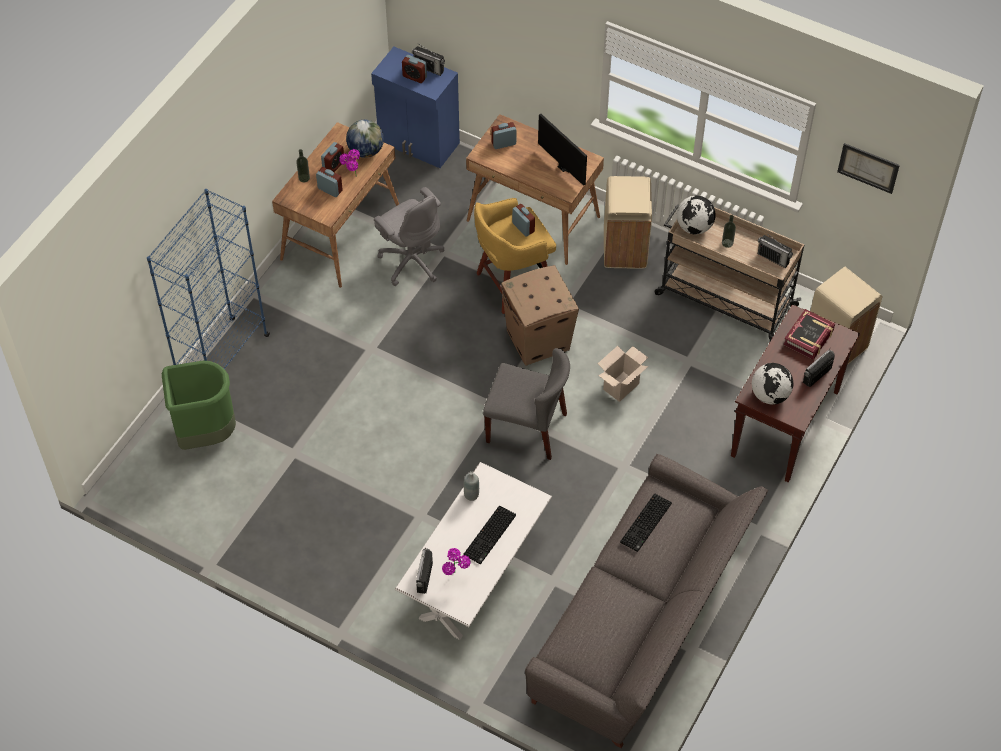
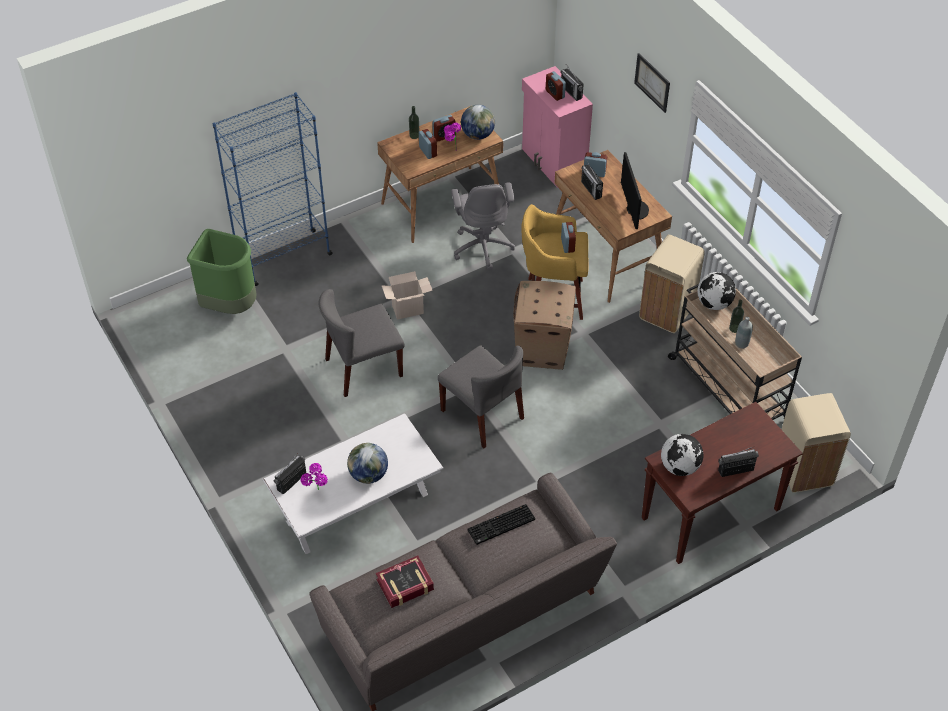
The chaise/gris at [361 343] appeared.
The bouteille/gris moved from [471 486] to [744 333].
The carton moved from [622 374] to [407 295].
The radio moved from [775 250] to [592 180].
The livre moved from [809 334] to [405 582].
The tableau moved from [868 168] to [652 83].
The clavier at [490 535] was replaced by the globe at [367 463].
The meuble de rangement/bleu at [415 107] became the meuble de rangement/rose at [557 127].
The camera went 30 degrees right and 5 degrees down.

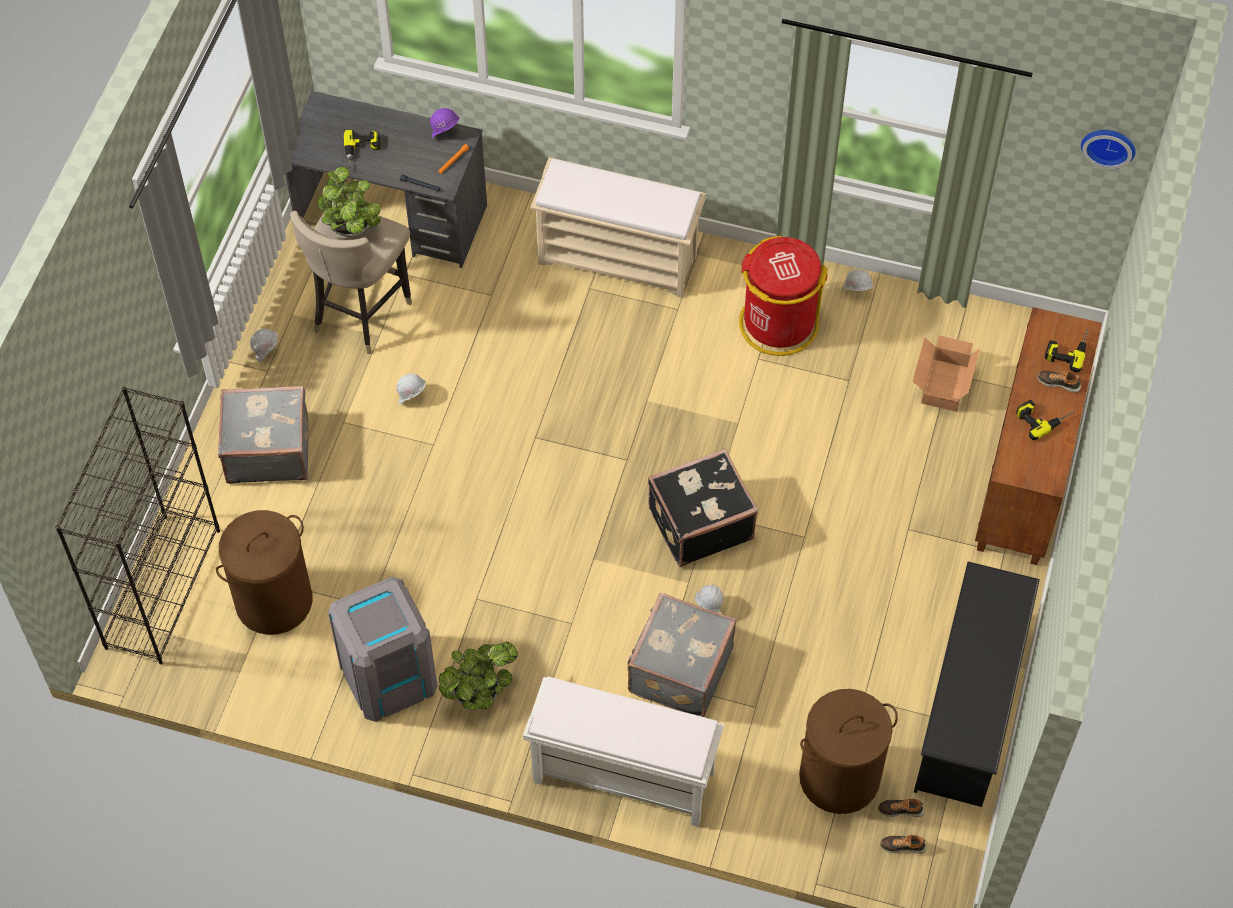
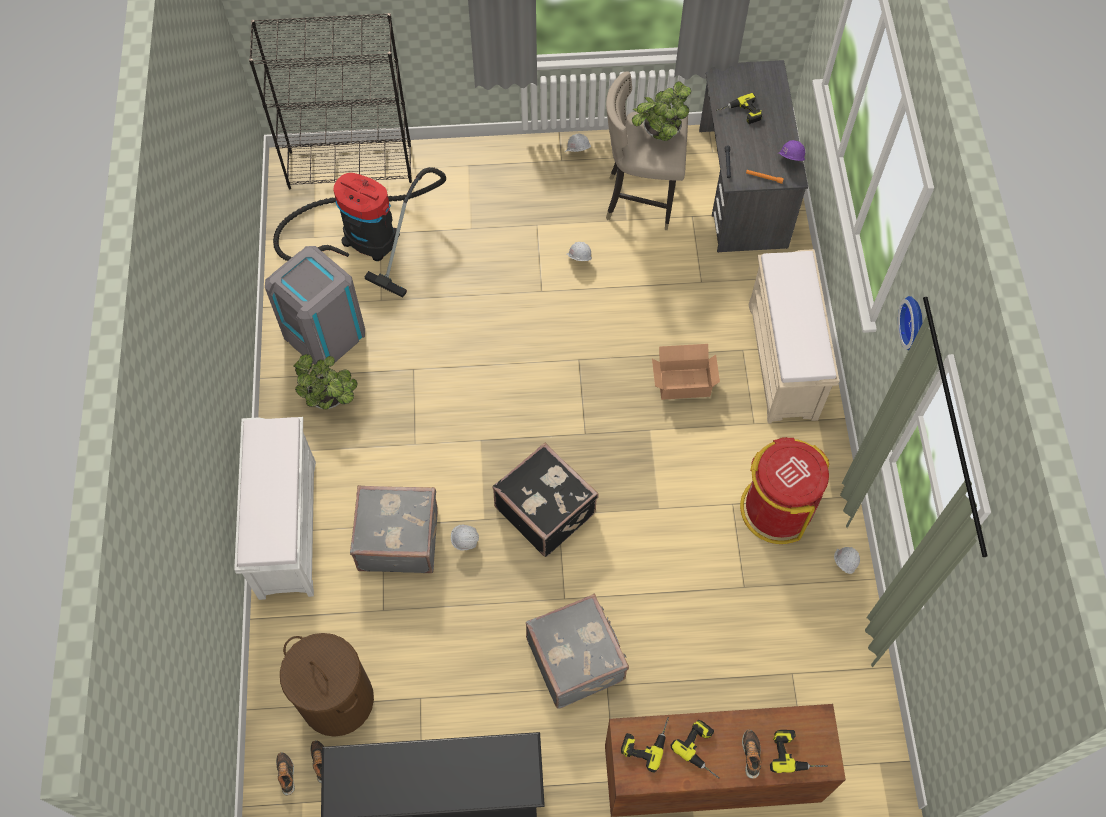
The perceuse at [645 745] appeared.
The valise/gris moved from [263 435] to [577 651].
The carton moved from [946 374] to [686 372].
The horloge murale moved from [1108 149] to [910 323].
The panier à linge/marron at [264 572] was replaced by the aspirateur at [359 232].
The camera went 70 degrees right and 5 degrees up.

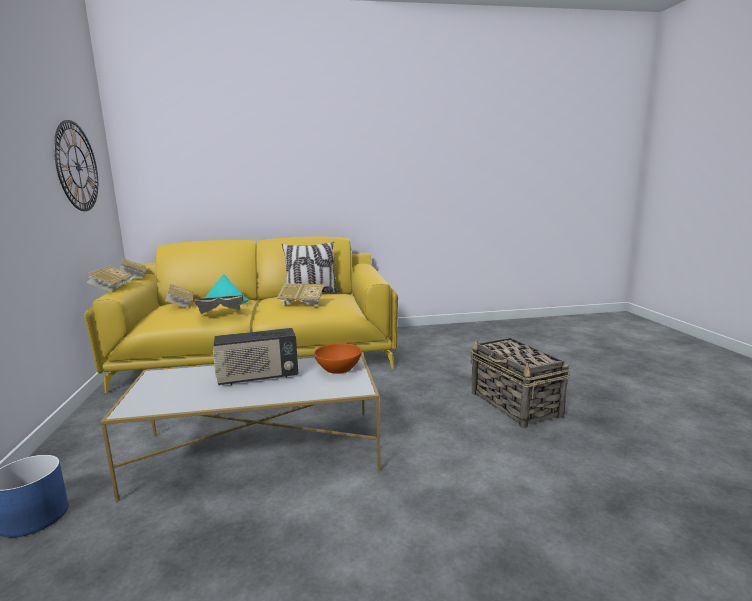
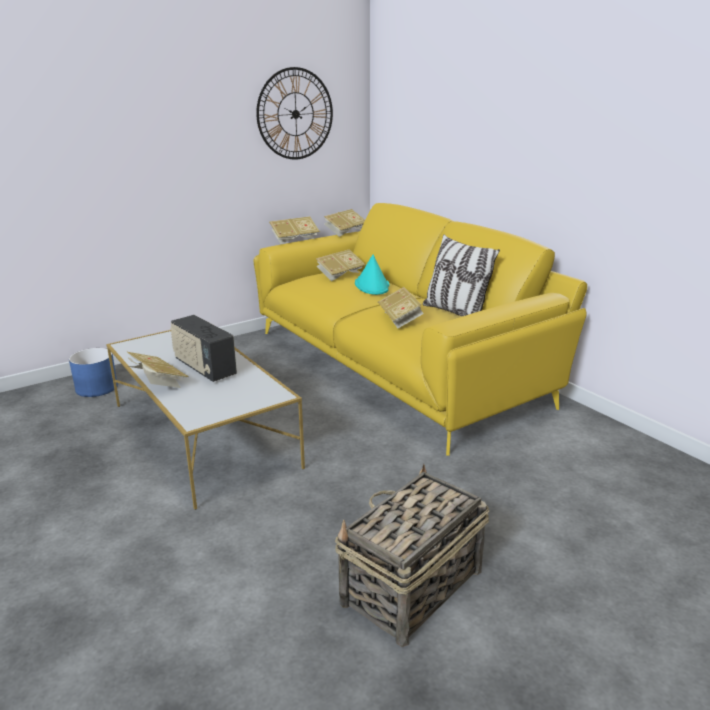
The bol/orange at [338 358] disappeared.
The livre moved from [218 304] to [158 370].
The camera went 65 degrees right and 10 degrees up.

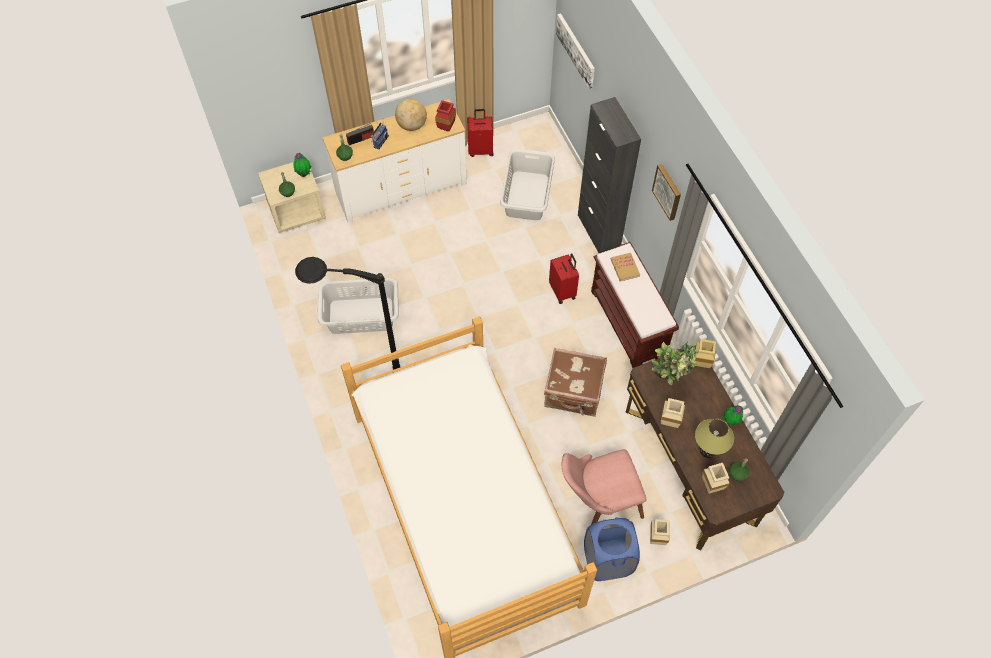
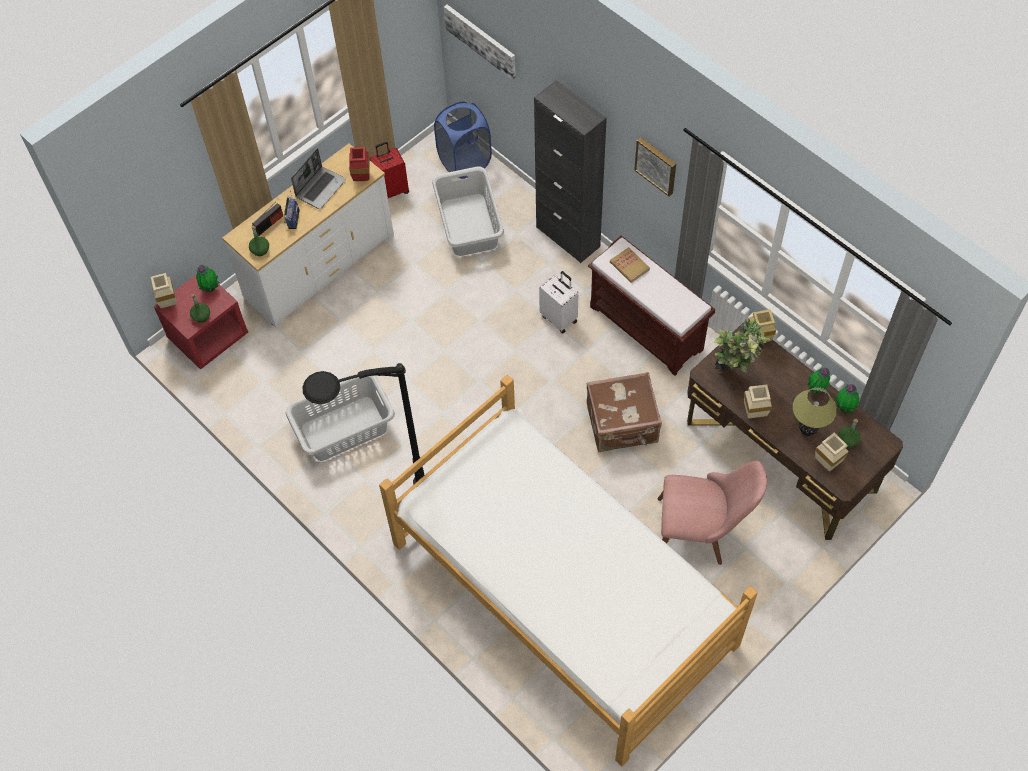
The plante en pot at [847 398] appeared.
The panier à linge/bleu moved from [612 549] to [463 140].
The vase/beige moved from [660 532] to [164 290].
The globe at [411 115] was replaced by the ordinateur portable at [318 178].
The table de chevet/beige at [292 197] became the table de chevet/rouge at [201 322].
The valise/rouge at [564 278] became the valise/blanc at [559 302].
The chaise/rose at [604 487] turned 135 degrees counterclockwise.
The camera went 20 degrees left and 0 degrees up.

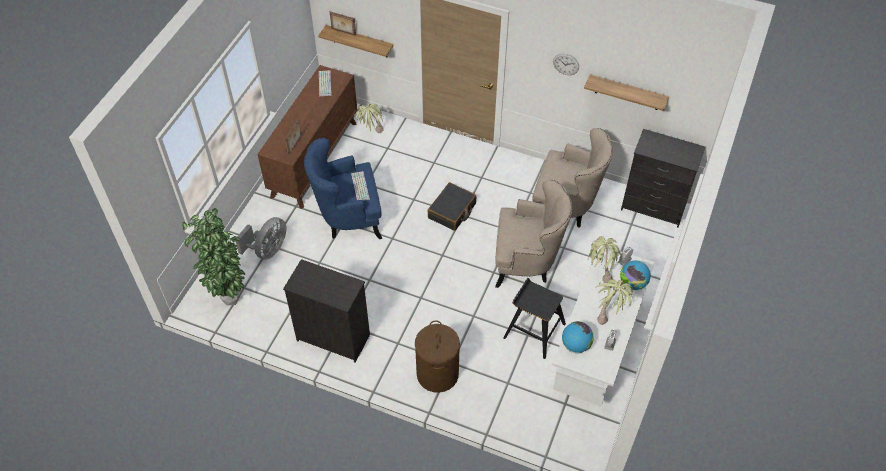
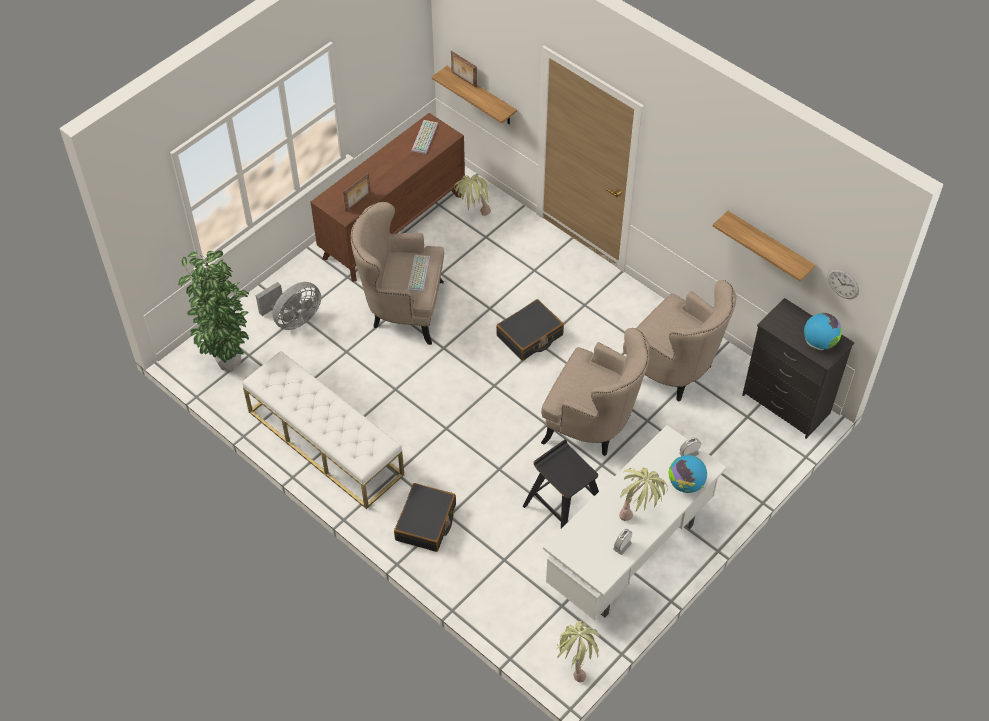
The horloge murale moved from [566 64] to [843 283].
The globe moved from [578 337] to [823 331].
The plante en pot moved from [604 259] to [577 651].
The commode/noir at [326 311] was replaced by the banc/blanc at [323 430].
The panier à linge/marron at [437 356] was replaced by the valise/noir at [425 517].
The fauteuil/bleu at [343 188] became the fauteuil/beige at [397 273].
The camera went 20 degrees right and 0 degrees up.

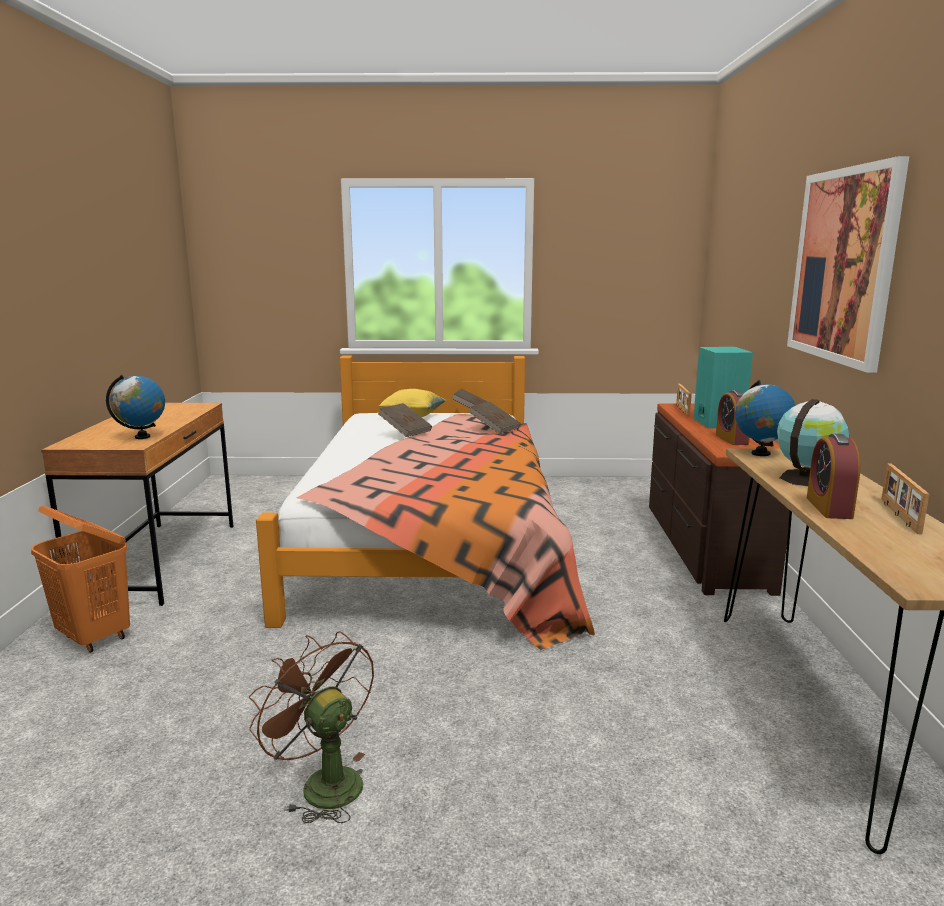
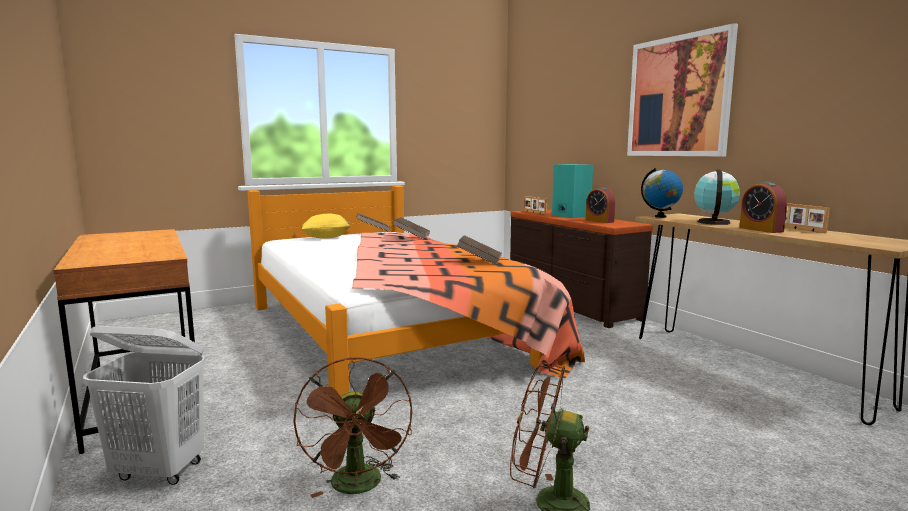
The globe at [135 407] disappeared.
The ventilateur/marron at [352 427] appeared.
The livre/marron moved from [405 420] to [479 250].
The panier à linge/orange at [80 579] became the panier à linge/blanc at [144 405].
The camera went 30 degrees left and 5 degrees down.

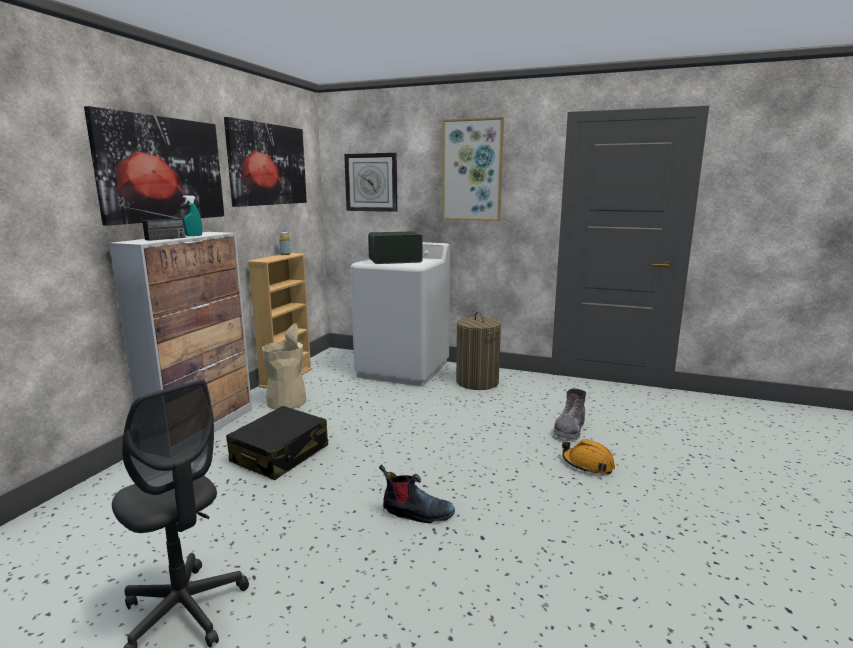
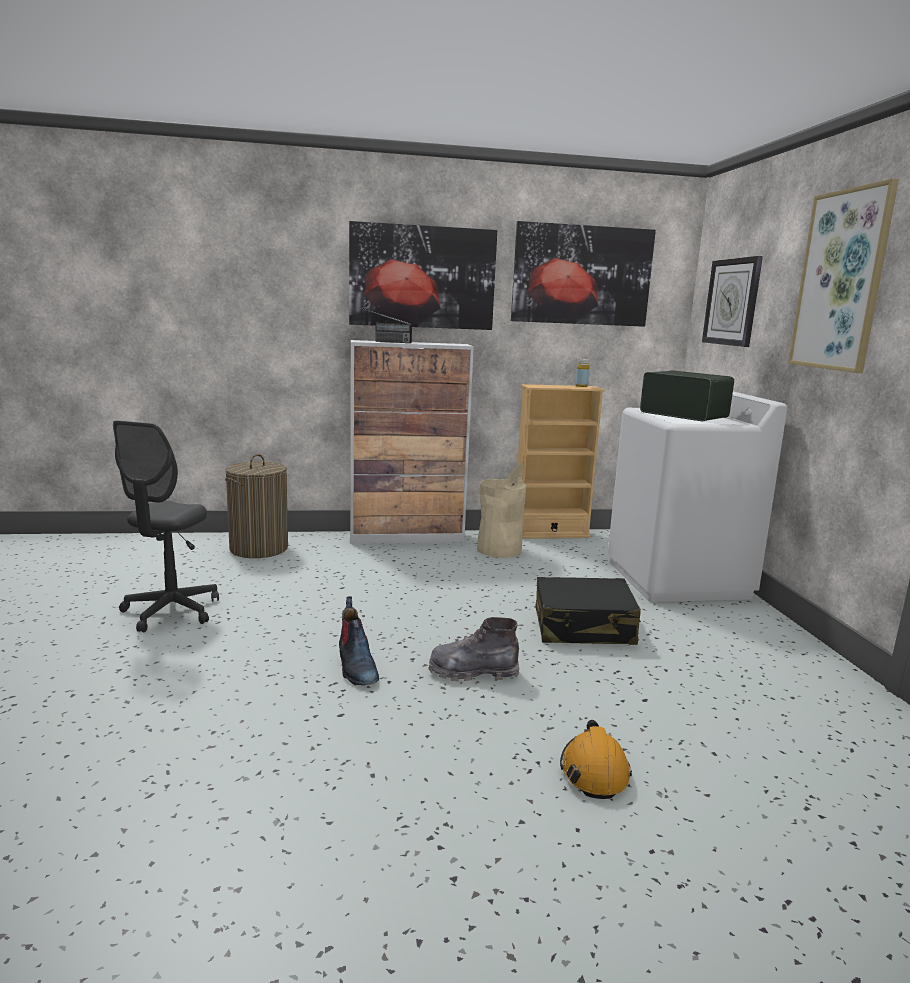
The vaporisateur/turquoise at [192 216] disappeared.
The valise/noir moved from [277 443] to [588 611].
The panier à linge moved from [478 351] to [256 506].
The botte/gris moved from [570 414] to [474 649].
The camera went 60 degrees right and 0 degrees up.

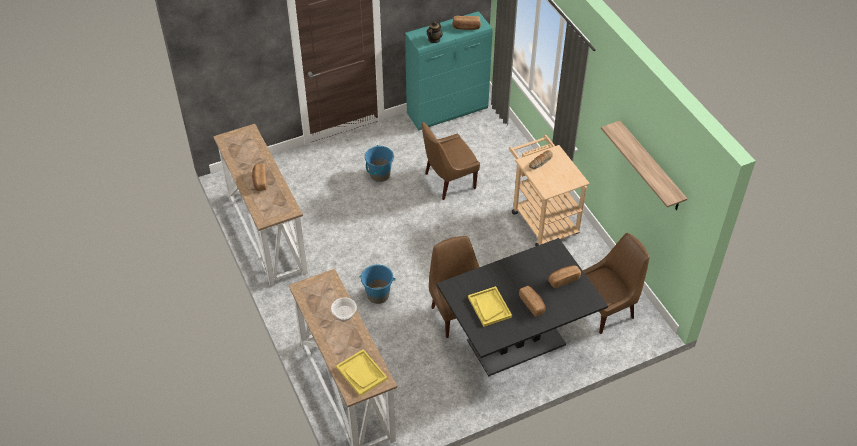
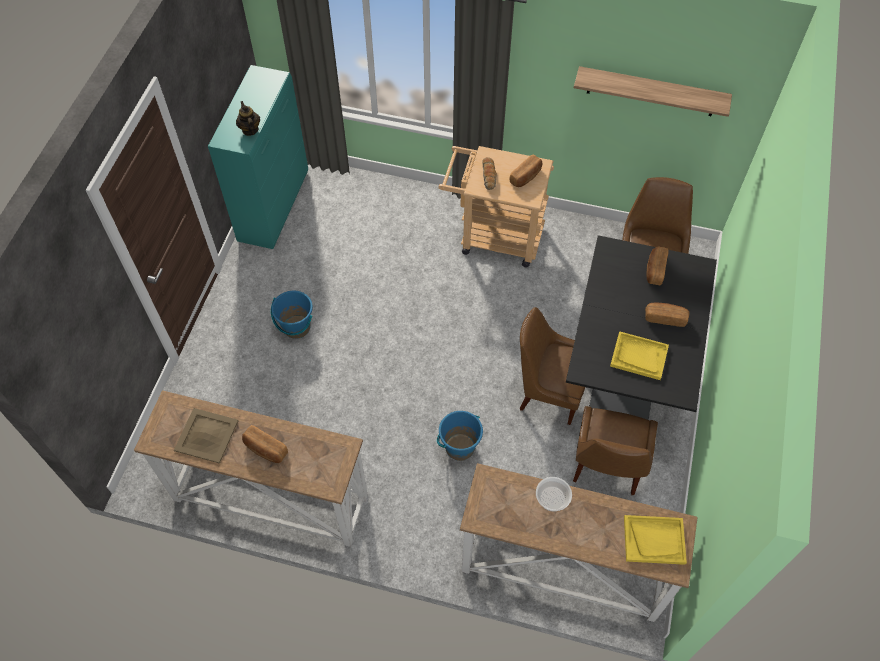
The plateau/beige at [206 436] appeared.
The chaise/marron moved from [451 161] to [615 450].
The pain moved from [466 23] to [526 171].
The camera went 50 degrees left and 10 degrees up.

